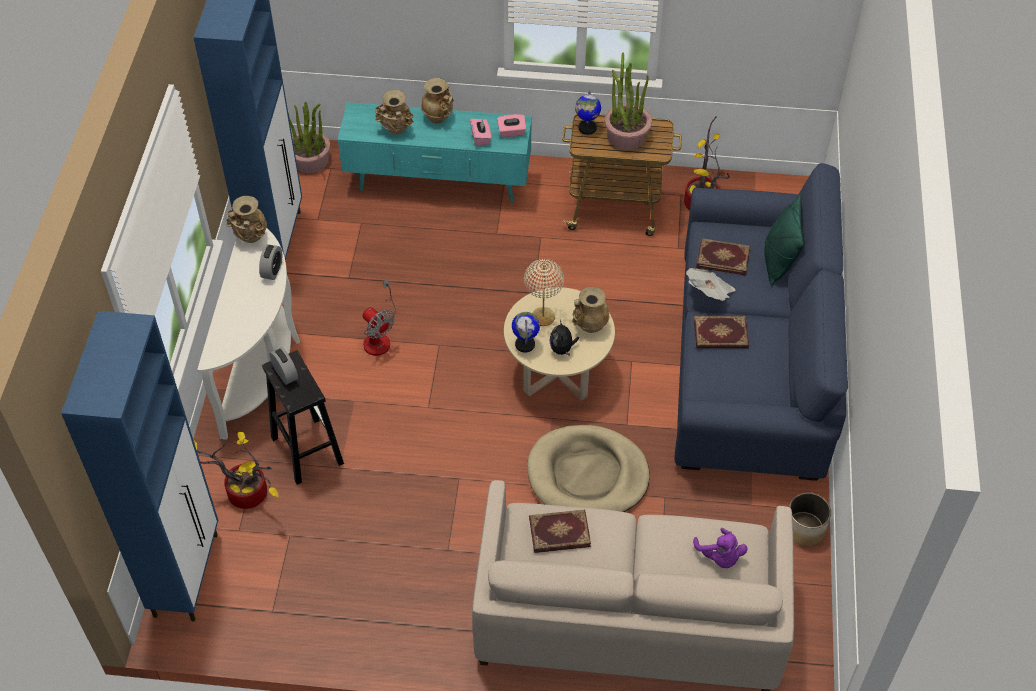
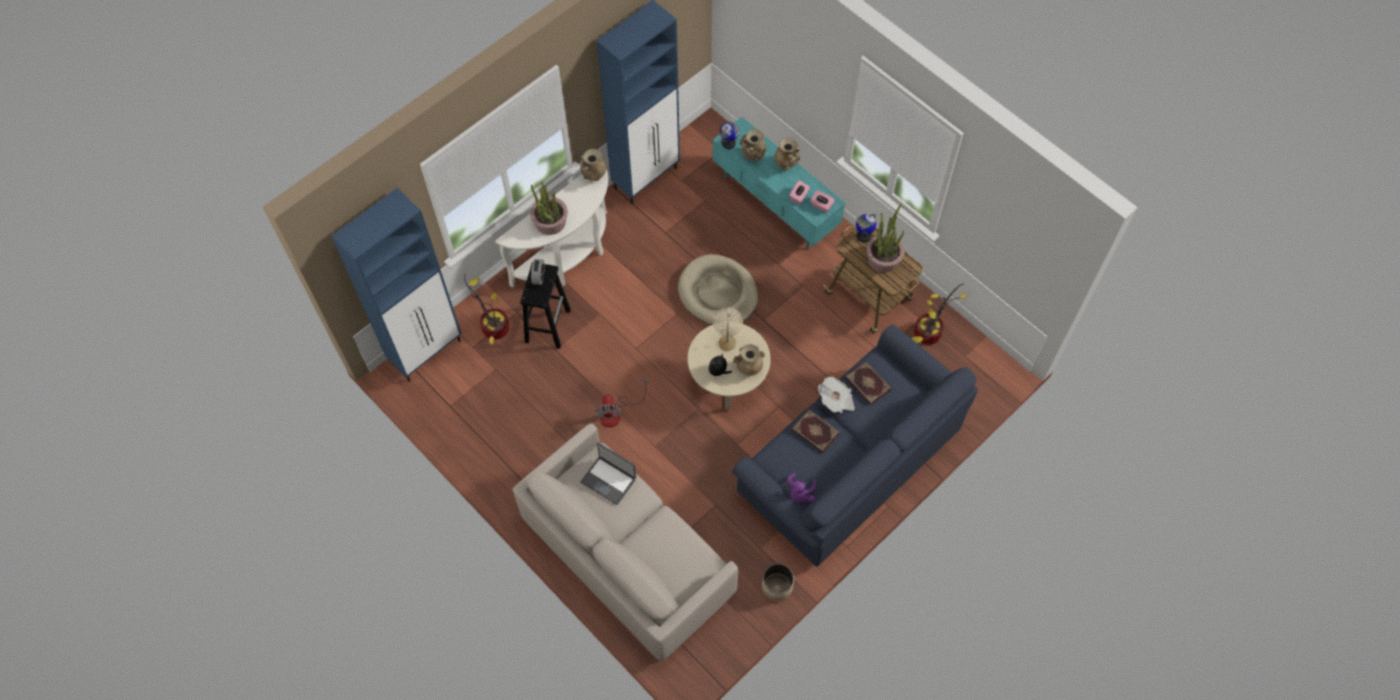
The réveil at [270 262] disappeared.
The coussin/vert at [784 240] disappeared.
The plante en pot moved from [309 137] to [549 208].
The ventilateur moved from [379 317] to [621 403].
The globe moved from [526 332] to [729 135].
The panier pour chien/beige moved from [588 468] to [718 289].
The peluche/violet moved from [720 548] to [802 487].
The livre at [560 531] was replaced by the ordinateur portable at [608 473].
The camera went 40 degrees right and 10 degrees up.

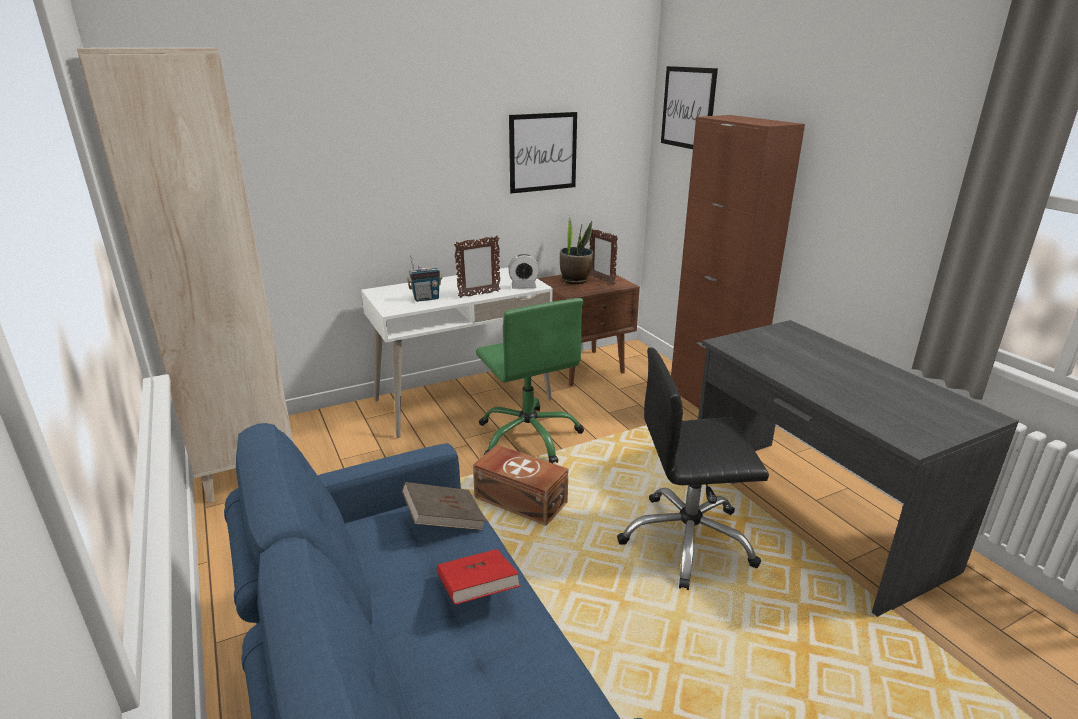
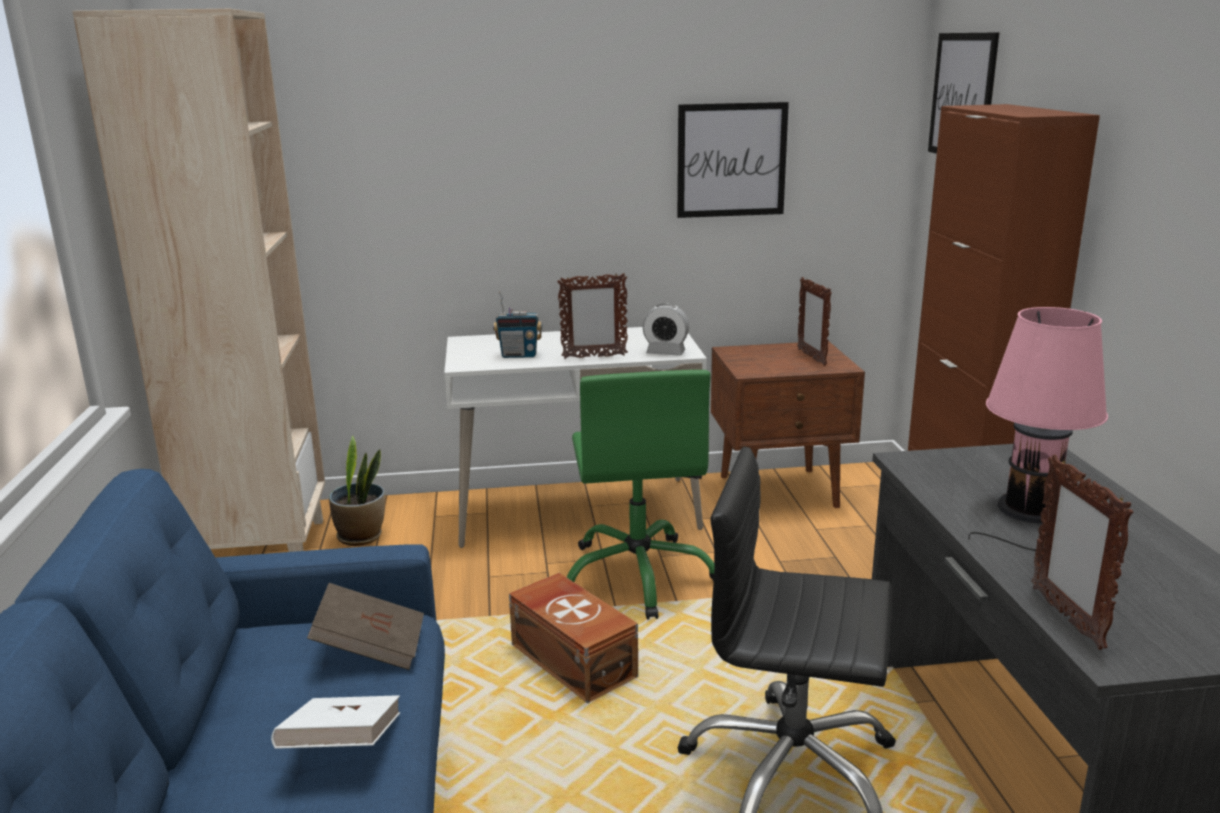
The lampe de table/rose at [1038 429] appeared.
The cadre photo at [1082 552] appeared.
The plante en pot moved from [576 250] to [357 491].
The livre/rouge at [479 577] became the livre/blanc at [335 722].
The camera went 20 degrees right and 5 degrees down.

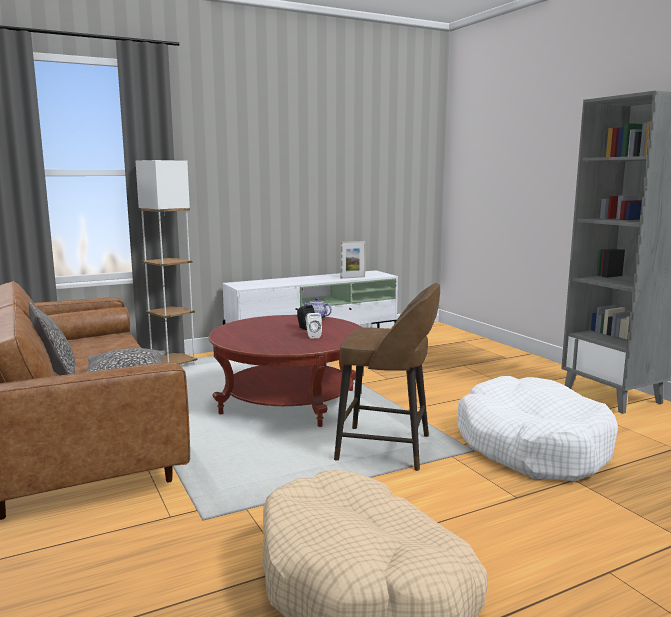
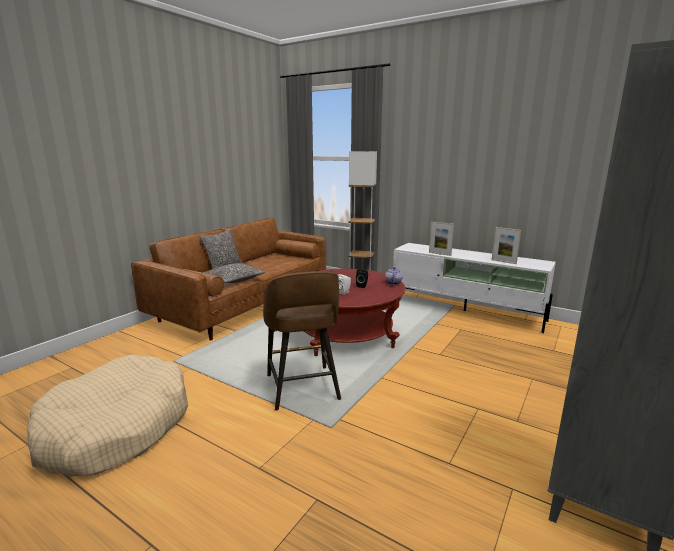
The panier pour chien/blanc at [537 429] disappeared.
The cadre photo at [441 239] appeared.
The camera went 60 degrees right and 5 degrees up.

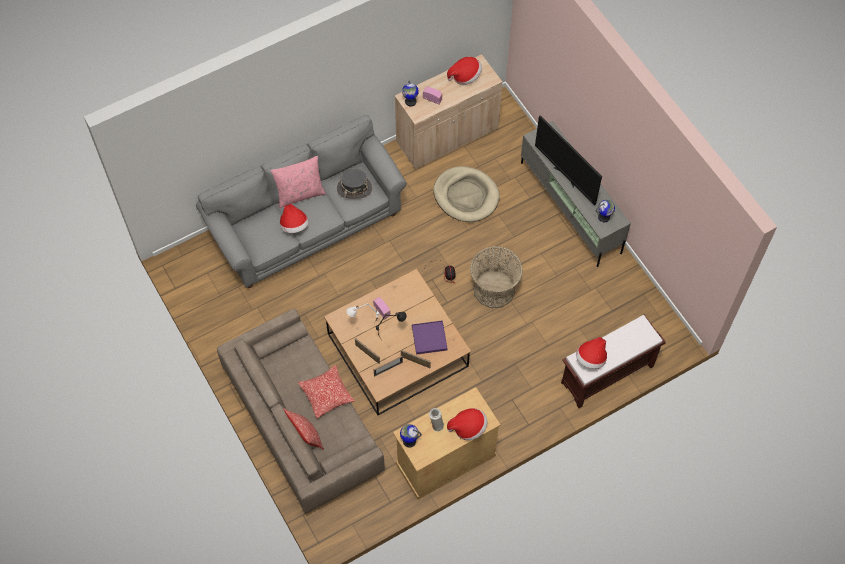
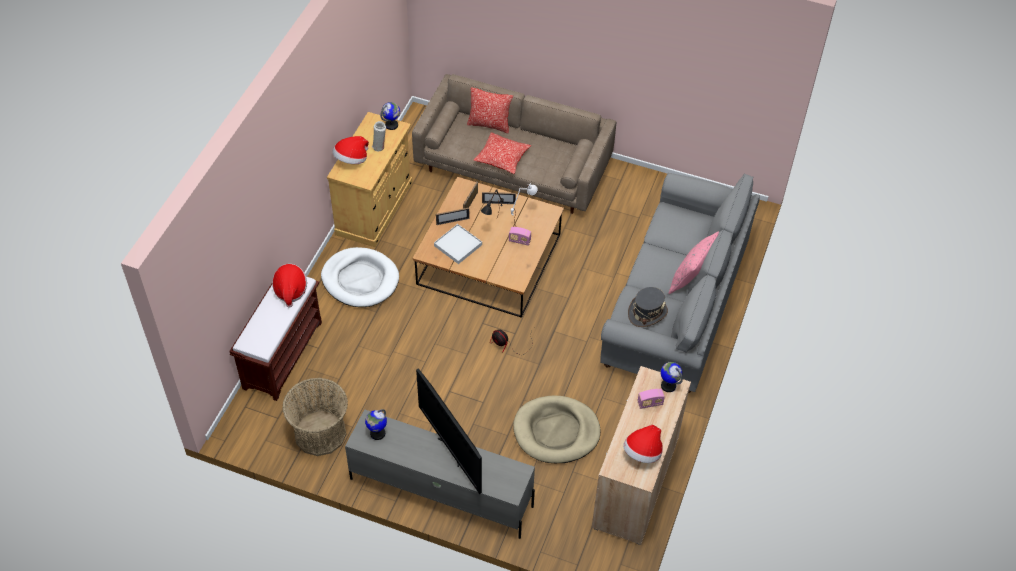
The chapeau at [294 218] disappeared.
The panier pour chien/blanc at [360 277] appeared.
The panier moved from [496 277] to [315 417].
The plateau/violet at [429 337] became the plateau/blanc at [458 244].
The téléviseur at [568 160] turned 135 degrees counterclockwise.
The camera went 140 degrees right and 10 degrees down.

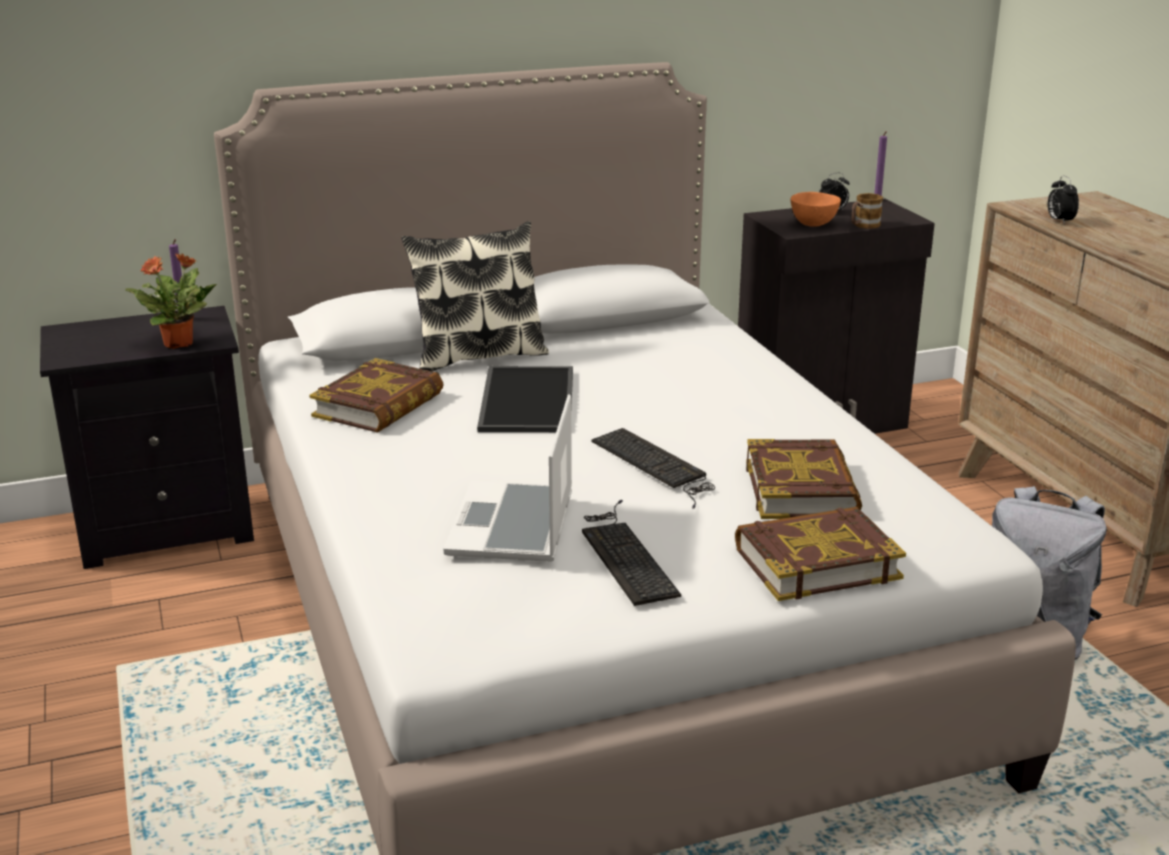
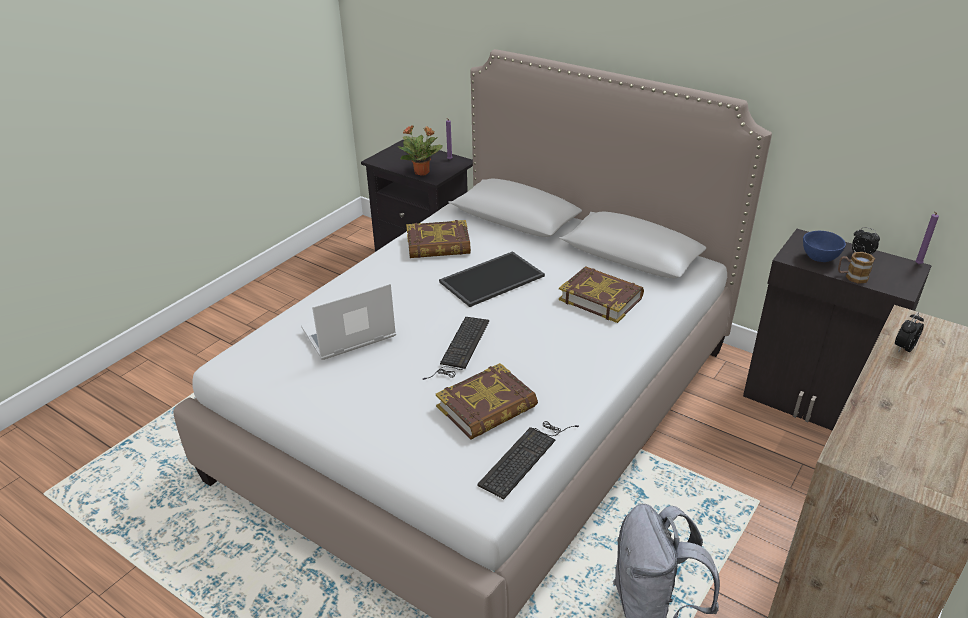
The coussin at [475 296] disappeared.
The clavier moved from [631 553] to [528 460].
The livre moved from [820 554] to [601 294].
The bol/orange at [816 209] became the bol/bleu at [824 246].
The camera went 55 degrees right and 10 degrees up.

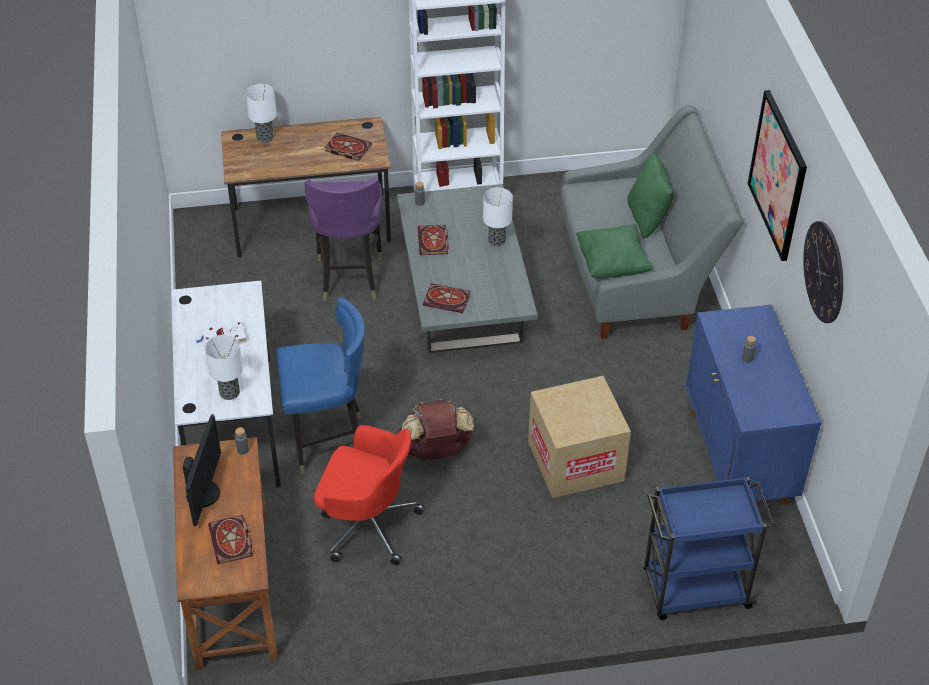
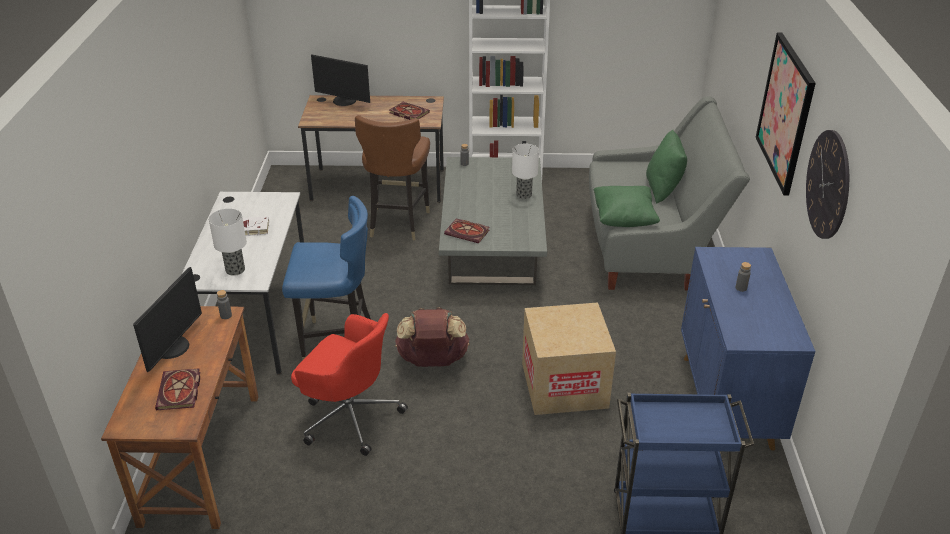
The livre at [433 240] disappeared.
The lampe de table at [261 113] was replaced by the écran d'ordinateur at [340 80].
The chaise/violet at [343 239] became the chaise/marron at [392 177].
The camera went 10 degrees right and 10 degrees down.

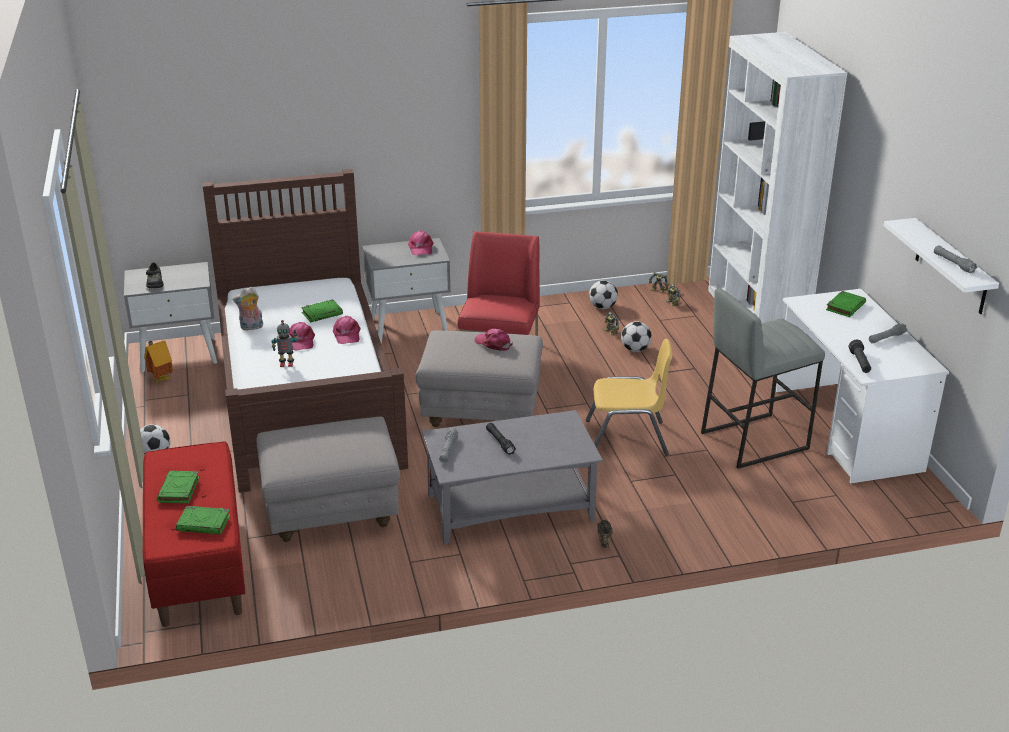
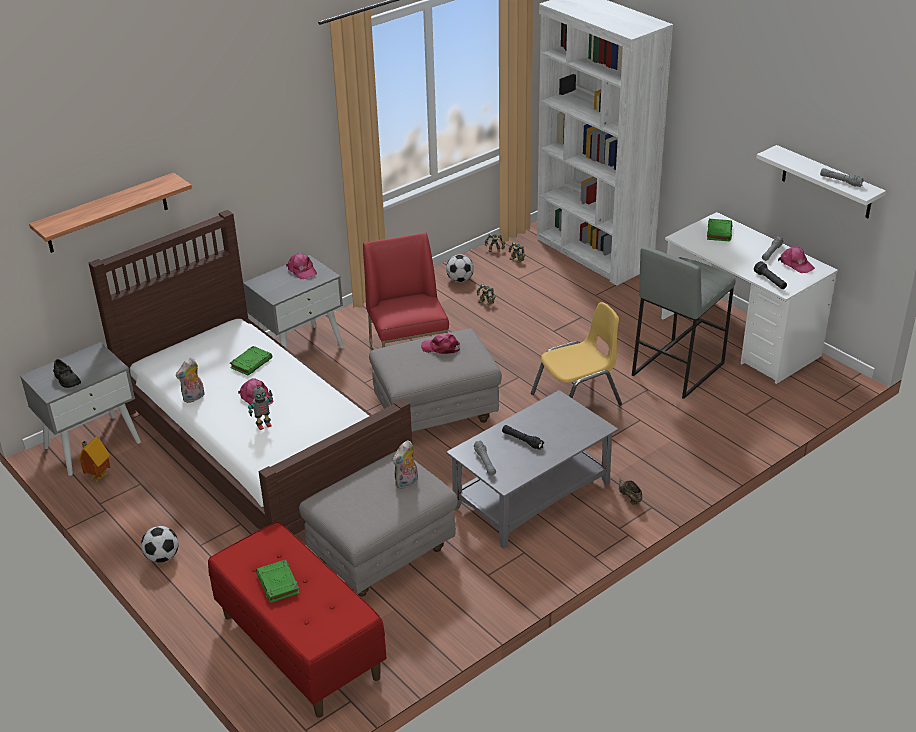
The livre/vert at [203 520] disappeared.
The ballon de foot at [636 336] disappeared.
The étagère at [110 212] appeared.
The peluche at [405 464] appeared.
The casquette/rose moved from [347 330] to [796 259].
The camera went 25 degrees left and 5 degrees up.

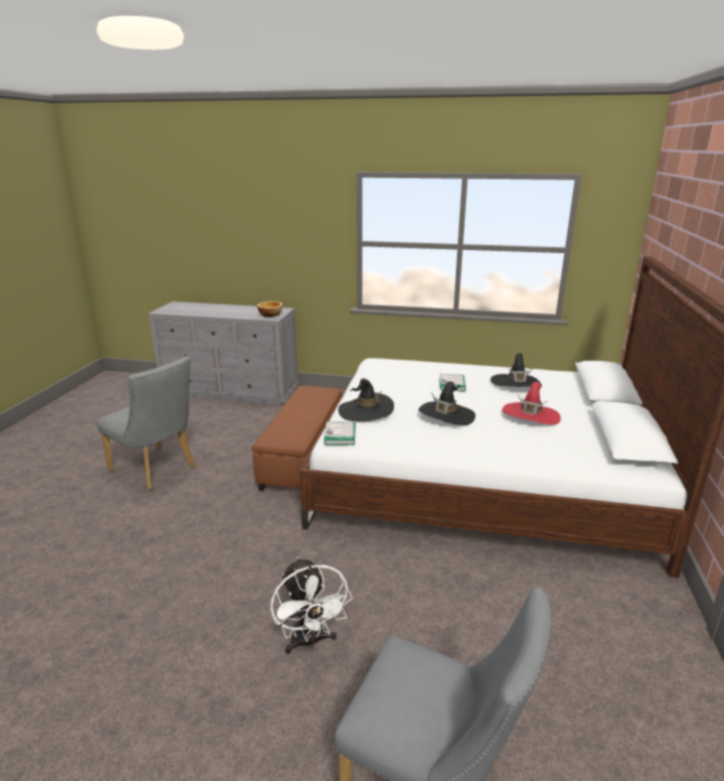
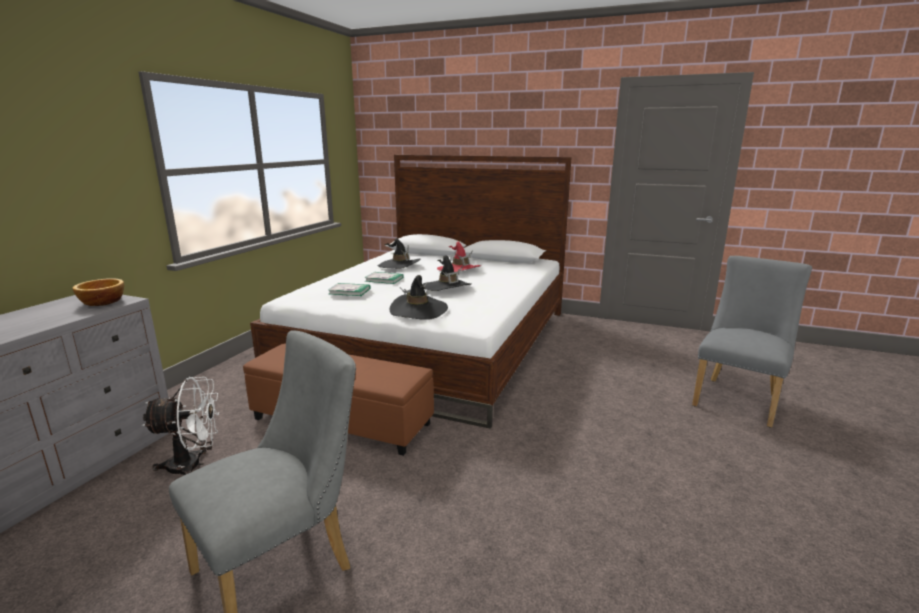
The ventilateur/blanc moved from [311 605] to [181 426].
The livre moved from [340 433] to [349 289].
The camera went 80 degrees left and 5 degrees down.

